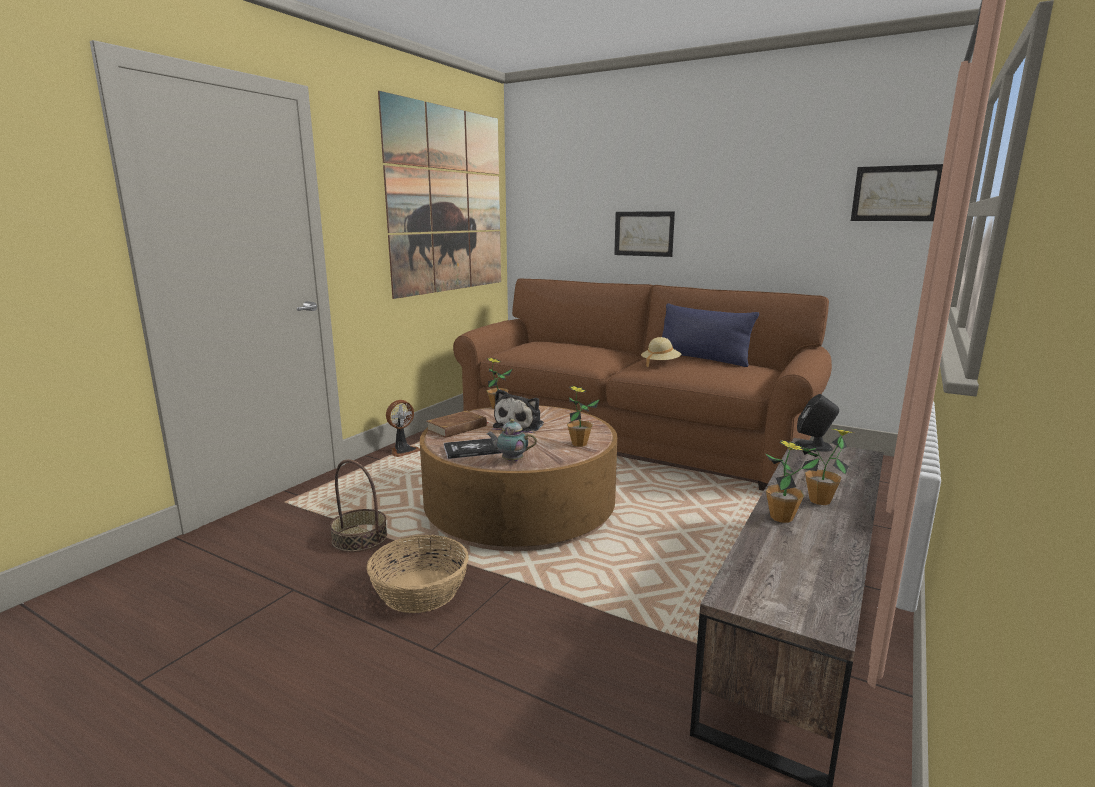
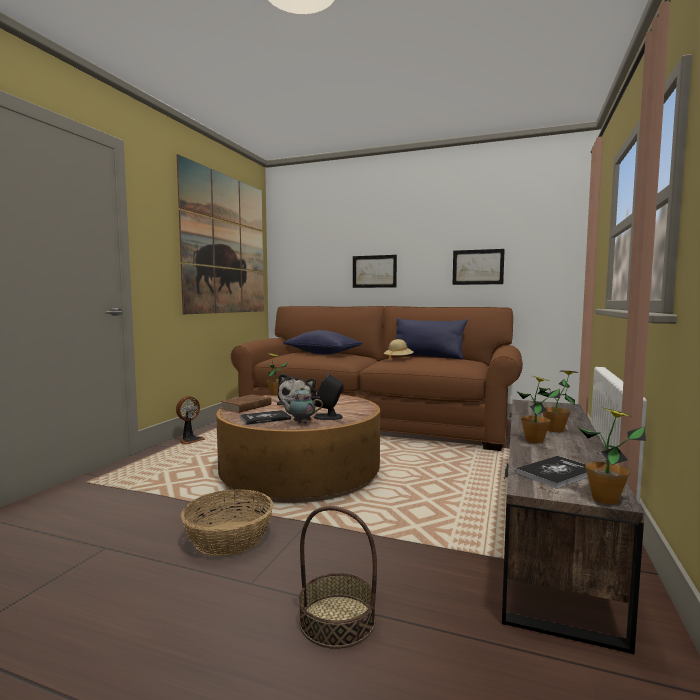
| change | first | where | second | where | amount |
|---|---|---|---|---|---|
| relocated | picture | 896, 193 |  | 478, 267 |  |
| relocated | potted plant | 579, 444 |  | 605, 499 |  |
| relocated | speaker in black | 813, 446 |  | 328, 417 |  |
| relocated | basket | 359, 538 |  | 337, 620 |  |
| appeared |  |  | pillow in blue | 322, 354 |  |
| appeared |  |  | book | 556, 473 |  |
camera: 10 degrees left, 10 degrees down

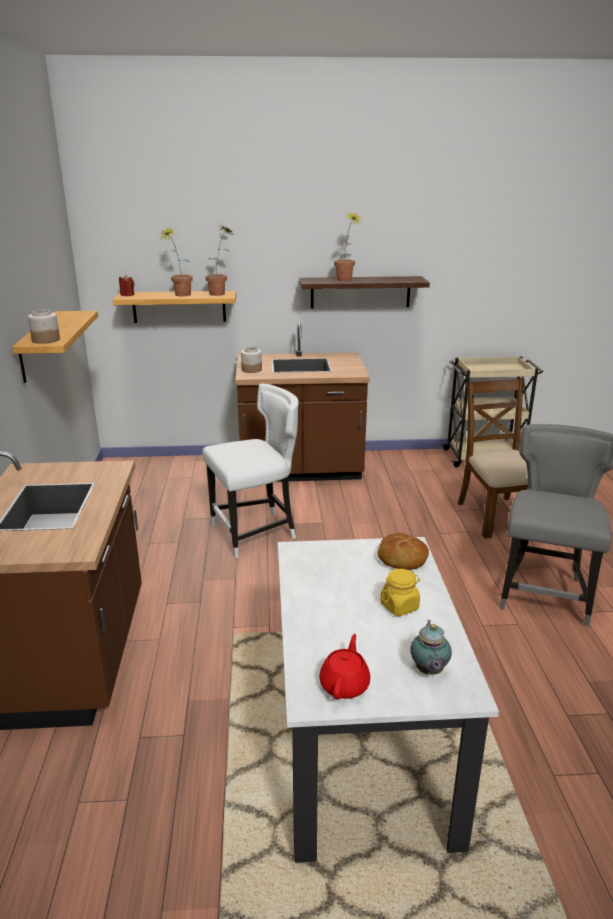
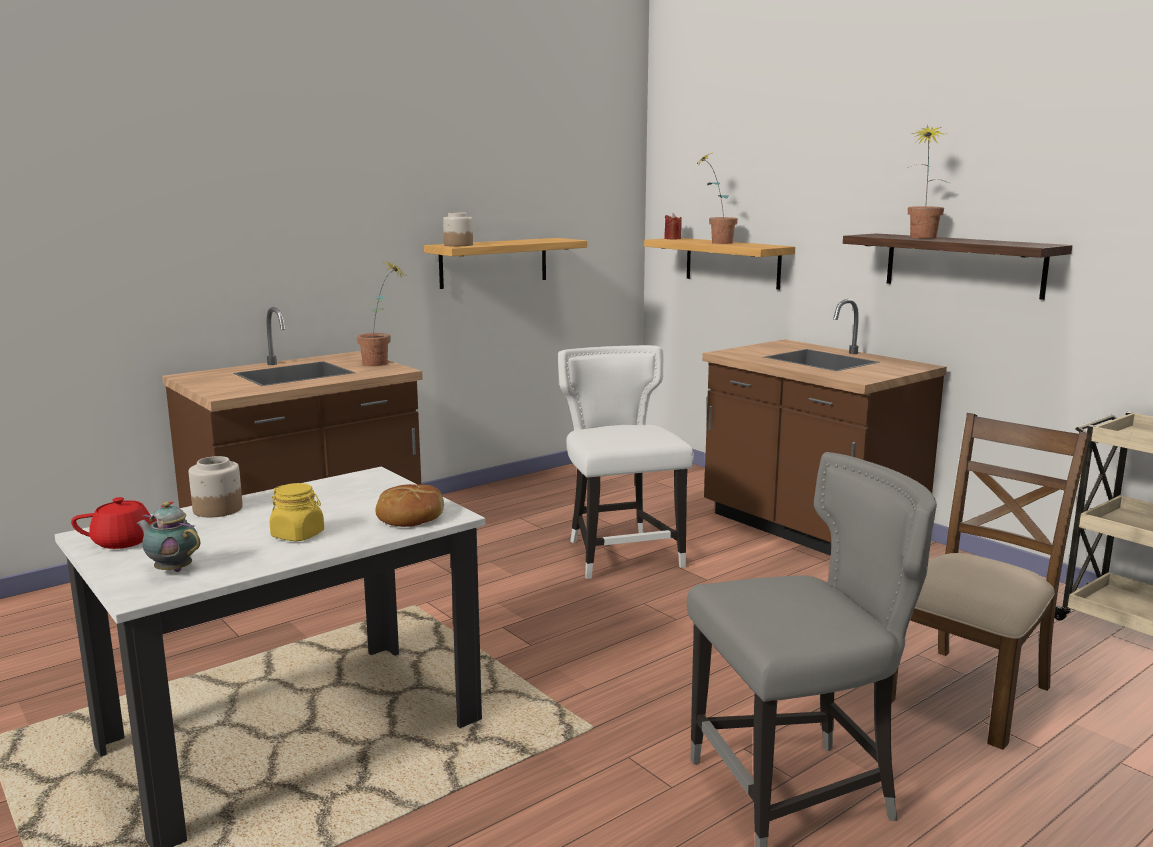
| change | first | where | second | where | amount |
|---|---|---|---|---|---|
| relocated | potted plant | 221, 293 |  | 382, 364 |  |
| relocated | jar | 251, 370 |  | 217, 509 |  |
| spun | chair in white | 256, 532 |  | 621, 554 | 135 degrees counterclockwise |
| spun | teapot | 428, 671 |  | 172, 570 | 60 degrees clockwise |
camera: 55 degrees right, 10 degrees down

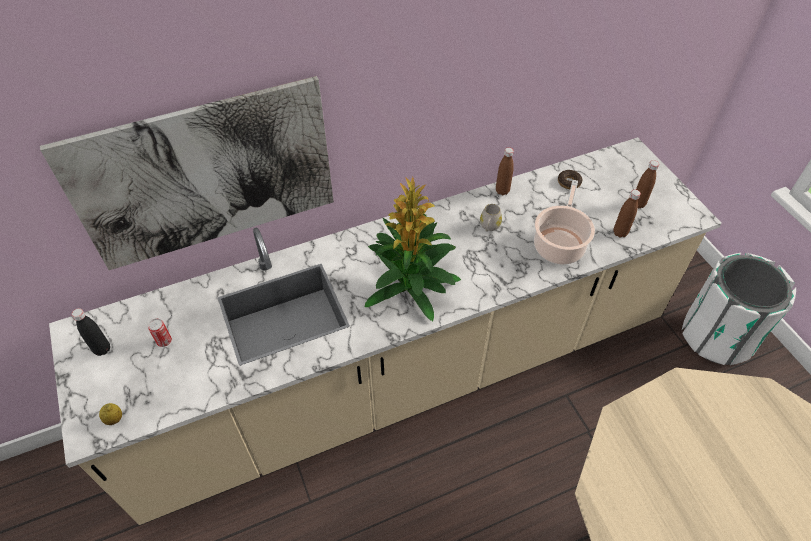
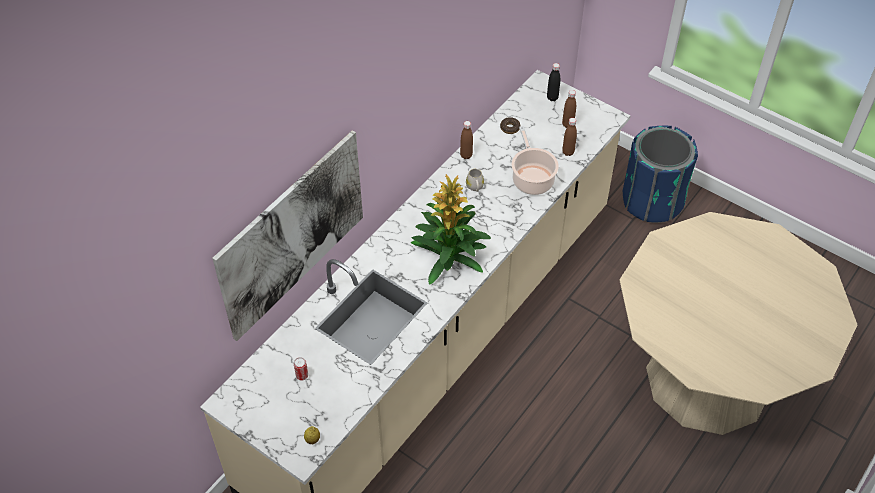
| change | first | where | second | where | amount |
|---|---|---|---|---|---|
| colour | trash can in white | 717, 336 | trash can in blue | 652, 201 |  |
| relocated | bottle in black | 102, 349 |  | 552, 98 |  |
camera: 30 degrees left, 0 degrees up

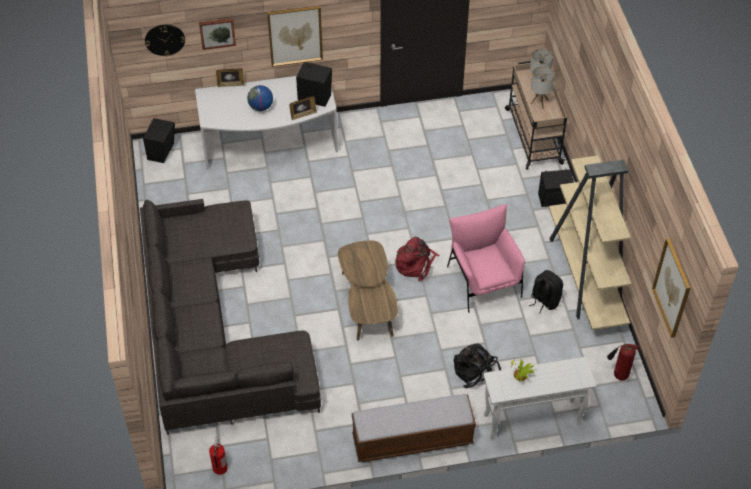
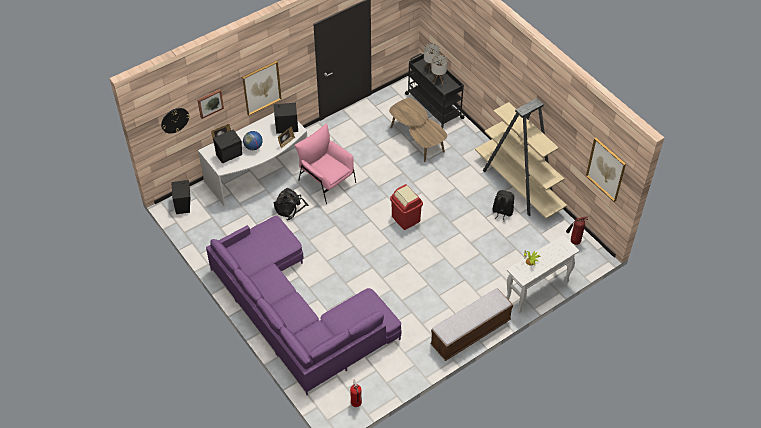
| change | first | where | second | where | amount |
|---|---|---|---|---|---|
| colour | cart in beige | 533, 135 | cart in black | 433, 106 |  |
| relocated | speaker in black | 555, 200 |  | 230, 155 |  |
| colour | sofa in grey | 214, 330 | sofa in purple | 296, 313 |  |
| relocated | armchair in pink | 483, 281 |  | 326, 181 |  |
| exchanged | backpack in red | 415, 264 | trash can in red | 406, 218 |  |
| relocated | coffee table in brown | 367, 302 |  | 417, 139 |  |
| relocated | backpack in black | 475, 370 |  | 290, 208 |  |
camera: 25 degrees left, 0 degrees up

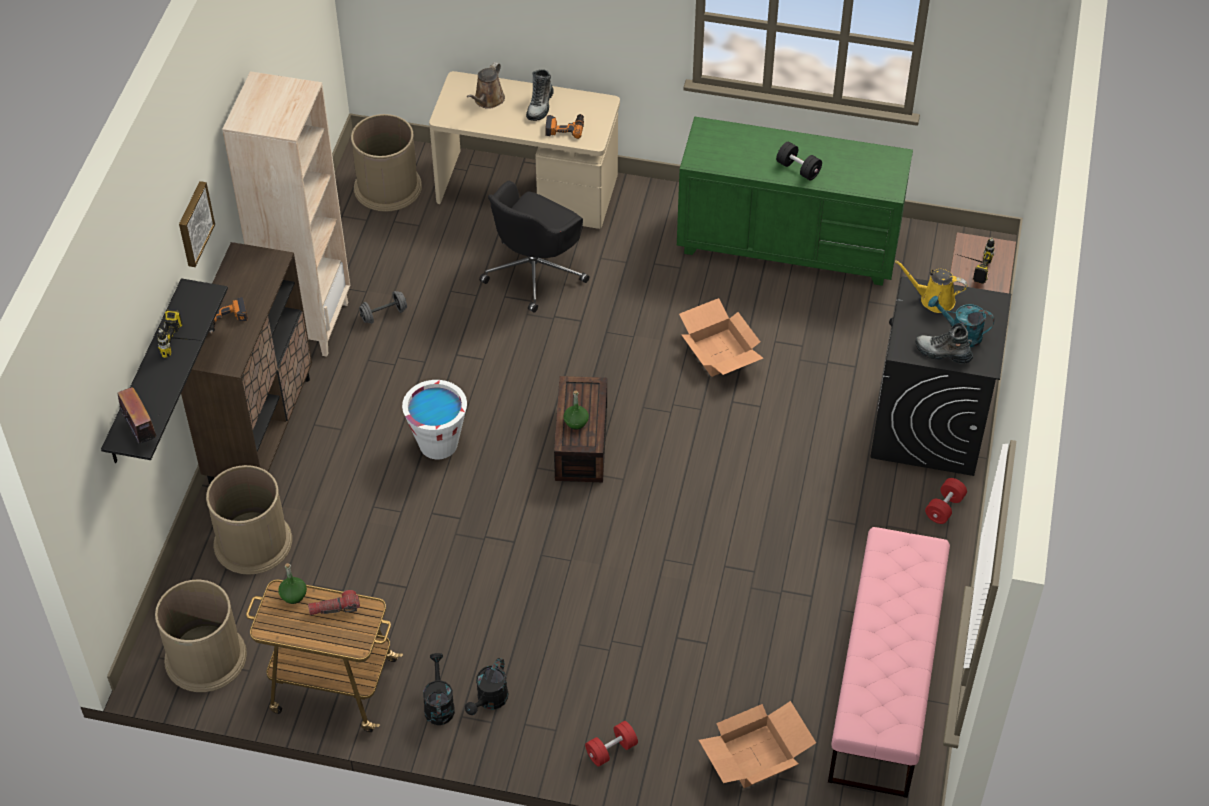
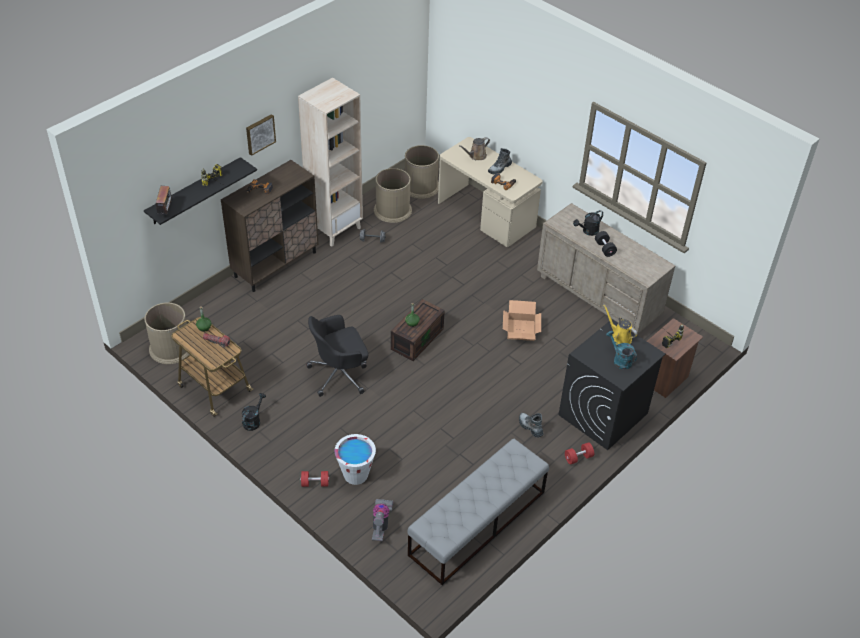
| change | first | where | second | where | amount |
|---|---|---|---|---|---|
| colour | dresser in green | 788, 245 | dresser in beige | 598, 296 |  |
| relocated | office chair in black | 535, 271 |  | 339, 374 |  |
| relocated | boot | 942, 353 |  | 530, 427 |  |
| relocated | bucket in white | 438, 444 |  | 355, 474 |  |
| relocated | trash can in brown | 253, 542 |  | 392, 210 |  |
| colour | bench in pink | 884, 681 | bench in grey | 477, 523 |  |
| relocated | watering can in black | 490, 701 |  | 588, 231 |  |
| exchanged | cardboard box | 755, 757 | vacuum cleaner | 381, 524 |  |
camera: 30 degrees right, 5 degrees down

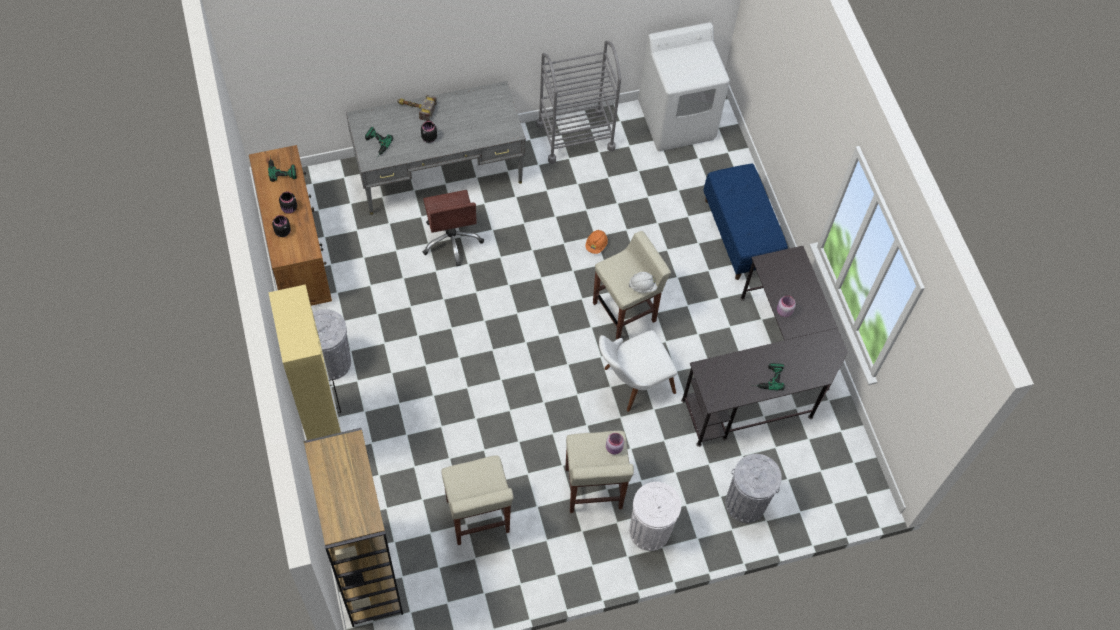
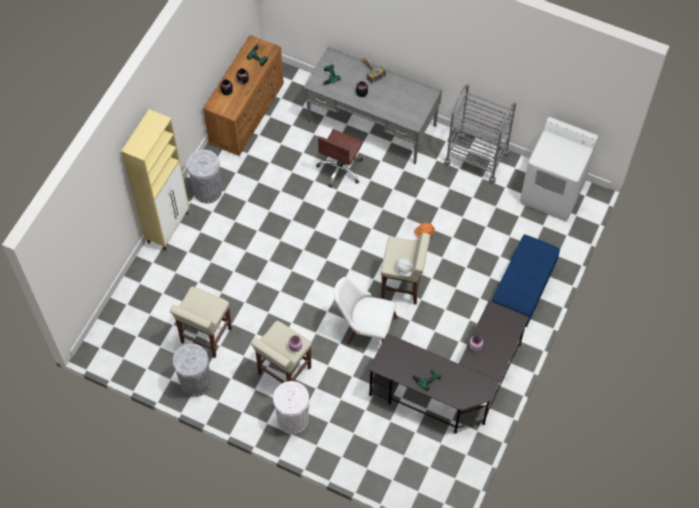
| change | first | where | second | where | amount |
|---|---|---|---|---|---|
| missing | bookcase in brown | 366, 572 |  |  |  |
| relocated | trash can in grey | 745, 503 |  | 196, 382 |  |
camera: 45 degrees right, 0 degrees up

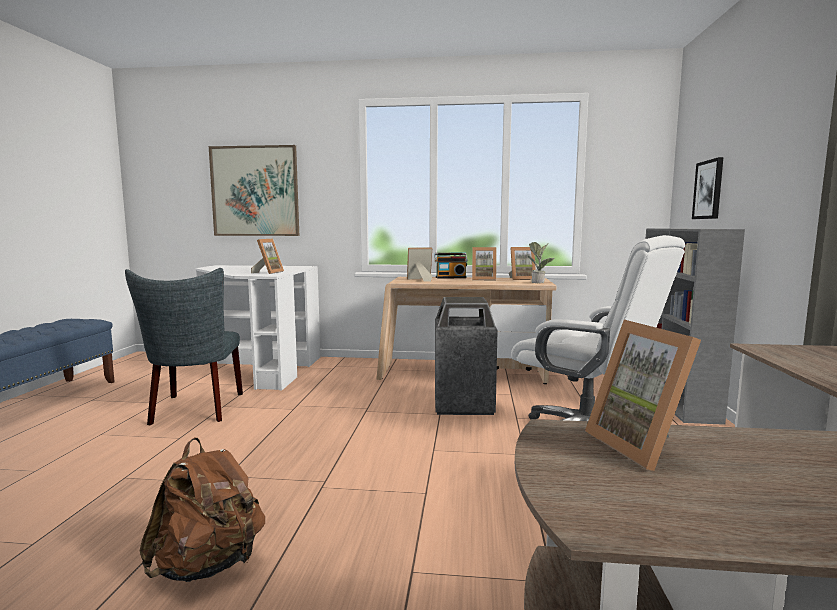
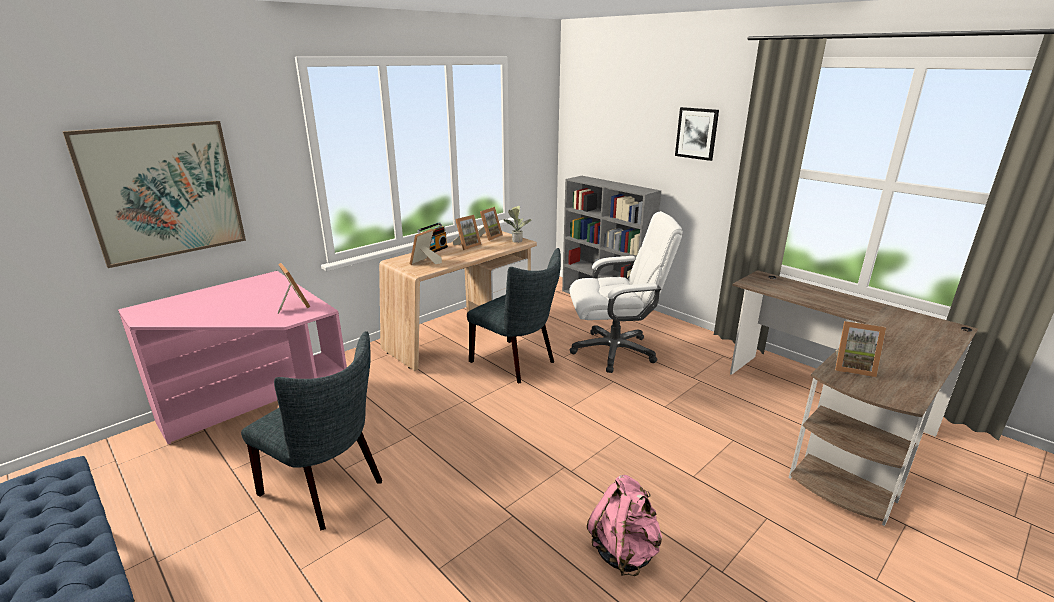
| change | first | where | second | where | amount |
|---|---|---|---|---|---|
| relocated | picture | 708, 189 |  | 697, 133 |  |
| colour | desk in white | 259, 367 | desk in pink | 261, 414 |  |
| exchanged | trash can | 462, 405 | chair in grey | 517, 363 |  |
| colour | backpack in brown | 208, 565 | backpack in pink | 624, 551 |  |
camera: 50 degrees left, 15 degrees up

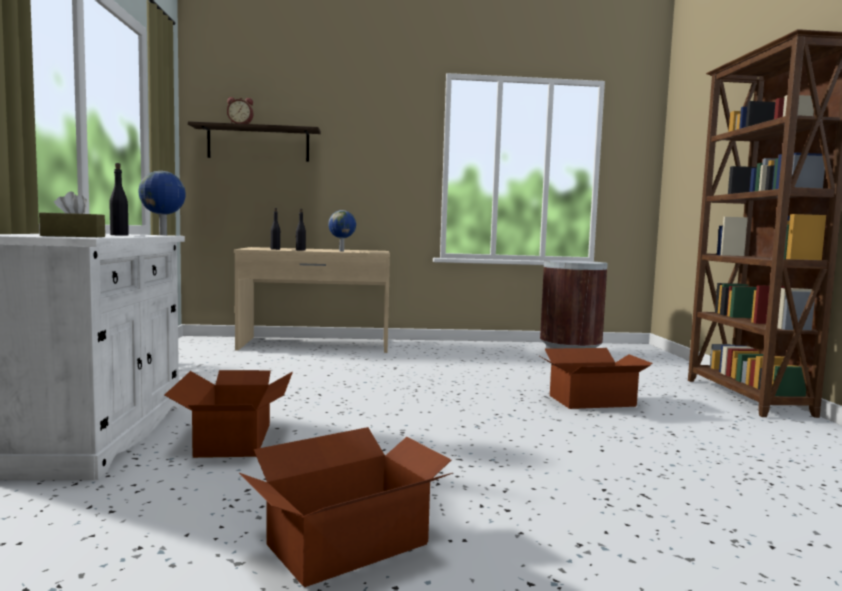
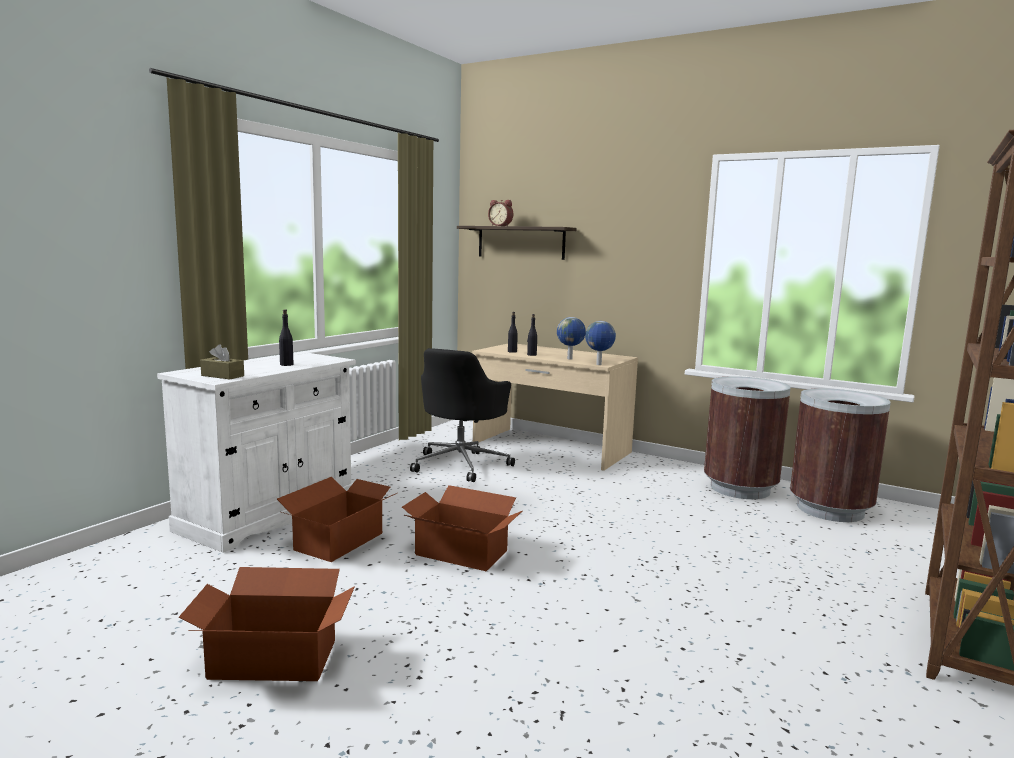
| change | first | where | second | where | amount |
|---|---|---|---|---|---|
| relocated | globe | 163, 235 |  | 599, 364 |  |
| relocated | cardboard box | 593, 401 |  | 461, 553 |  |
| appeared |  |  | office chair in black | 461, 464 |  |
| appeared |  |  | trash can in brown | 740, 488 |  |
camera: 35 degrees right, 5 degrees up

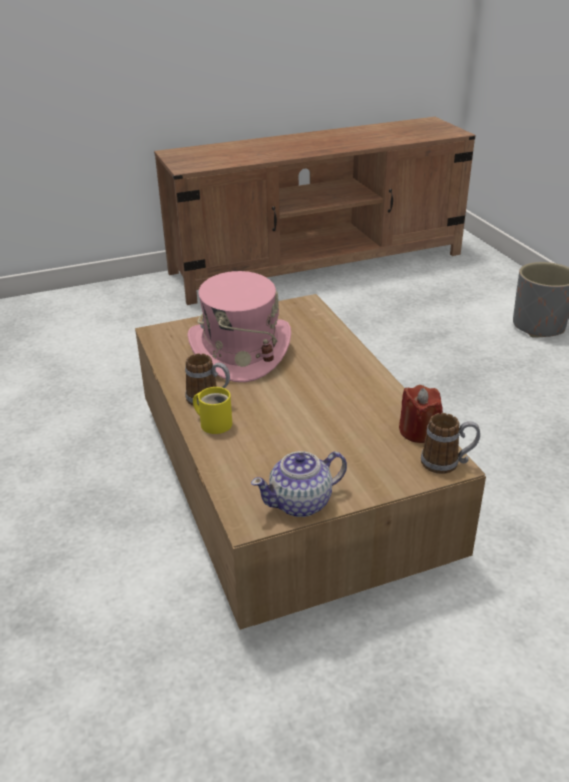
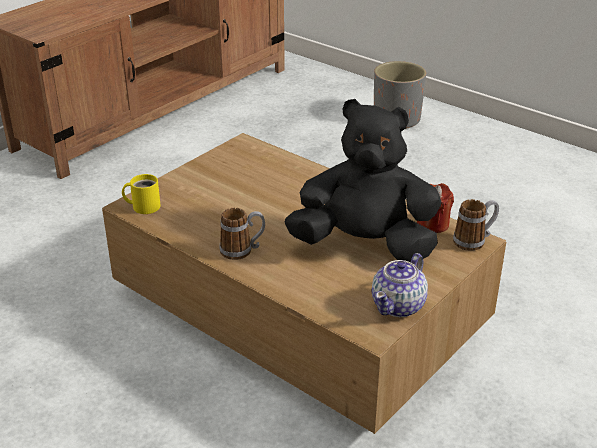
| change | first | where | second | where | amount |
|---|---|---|---|---|---|
| missing | hat in pink | 240, 351 |  |  |  |
| relocated | mug in yellow | 214, 423 |  | 144, 206 |  |
| appeared |  |  | plush toy in black | 365, 245 |  |
camera: 30 degrees left, 0 degrees up

